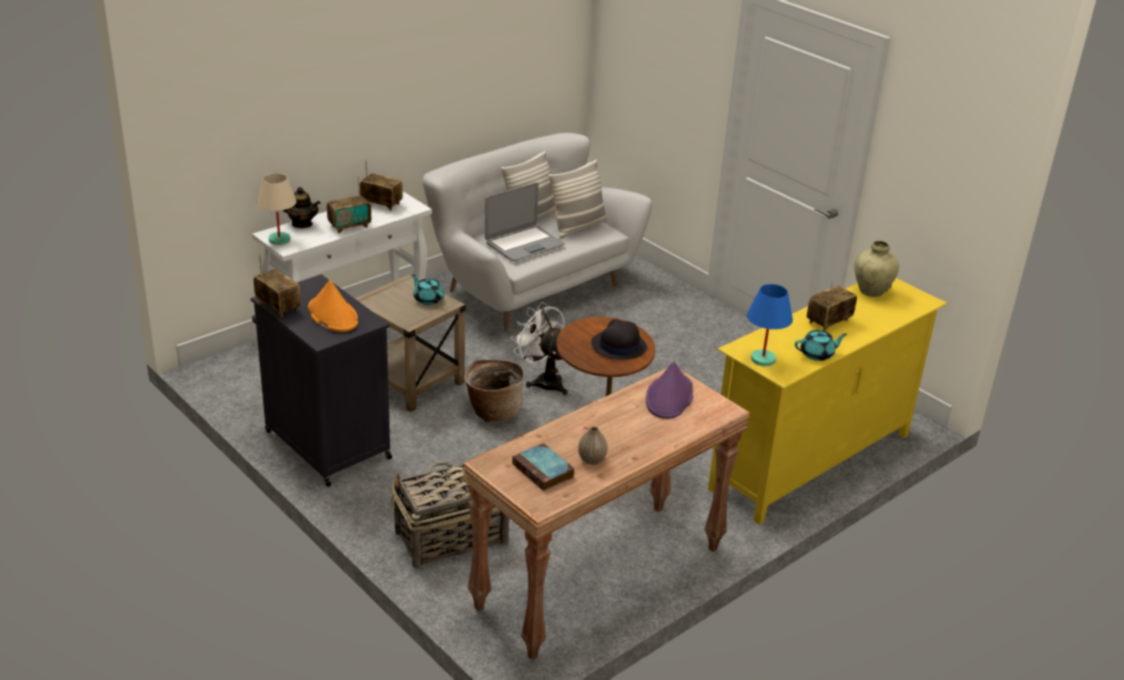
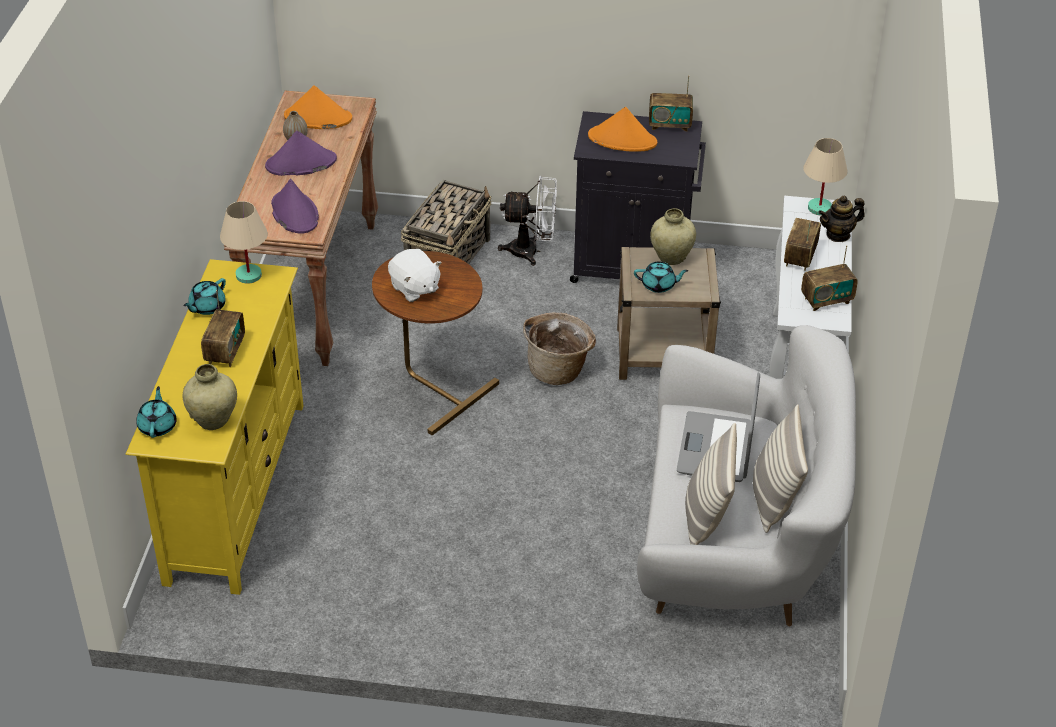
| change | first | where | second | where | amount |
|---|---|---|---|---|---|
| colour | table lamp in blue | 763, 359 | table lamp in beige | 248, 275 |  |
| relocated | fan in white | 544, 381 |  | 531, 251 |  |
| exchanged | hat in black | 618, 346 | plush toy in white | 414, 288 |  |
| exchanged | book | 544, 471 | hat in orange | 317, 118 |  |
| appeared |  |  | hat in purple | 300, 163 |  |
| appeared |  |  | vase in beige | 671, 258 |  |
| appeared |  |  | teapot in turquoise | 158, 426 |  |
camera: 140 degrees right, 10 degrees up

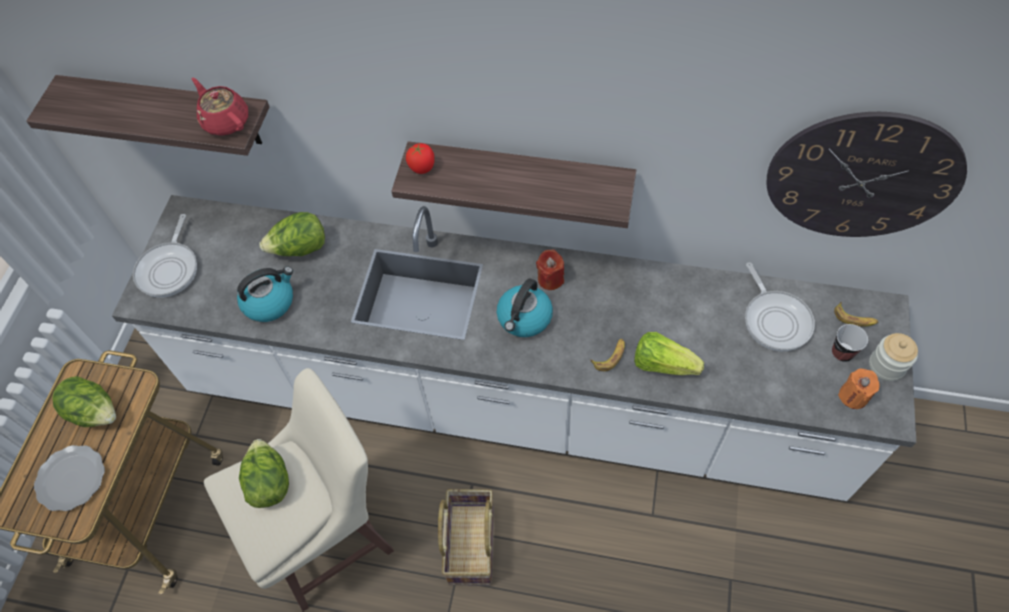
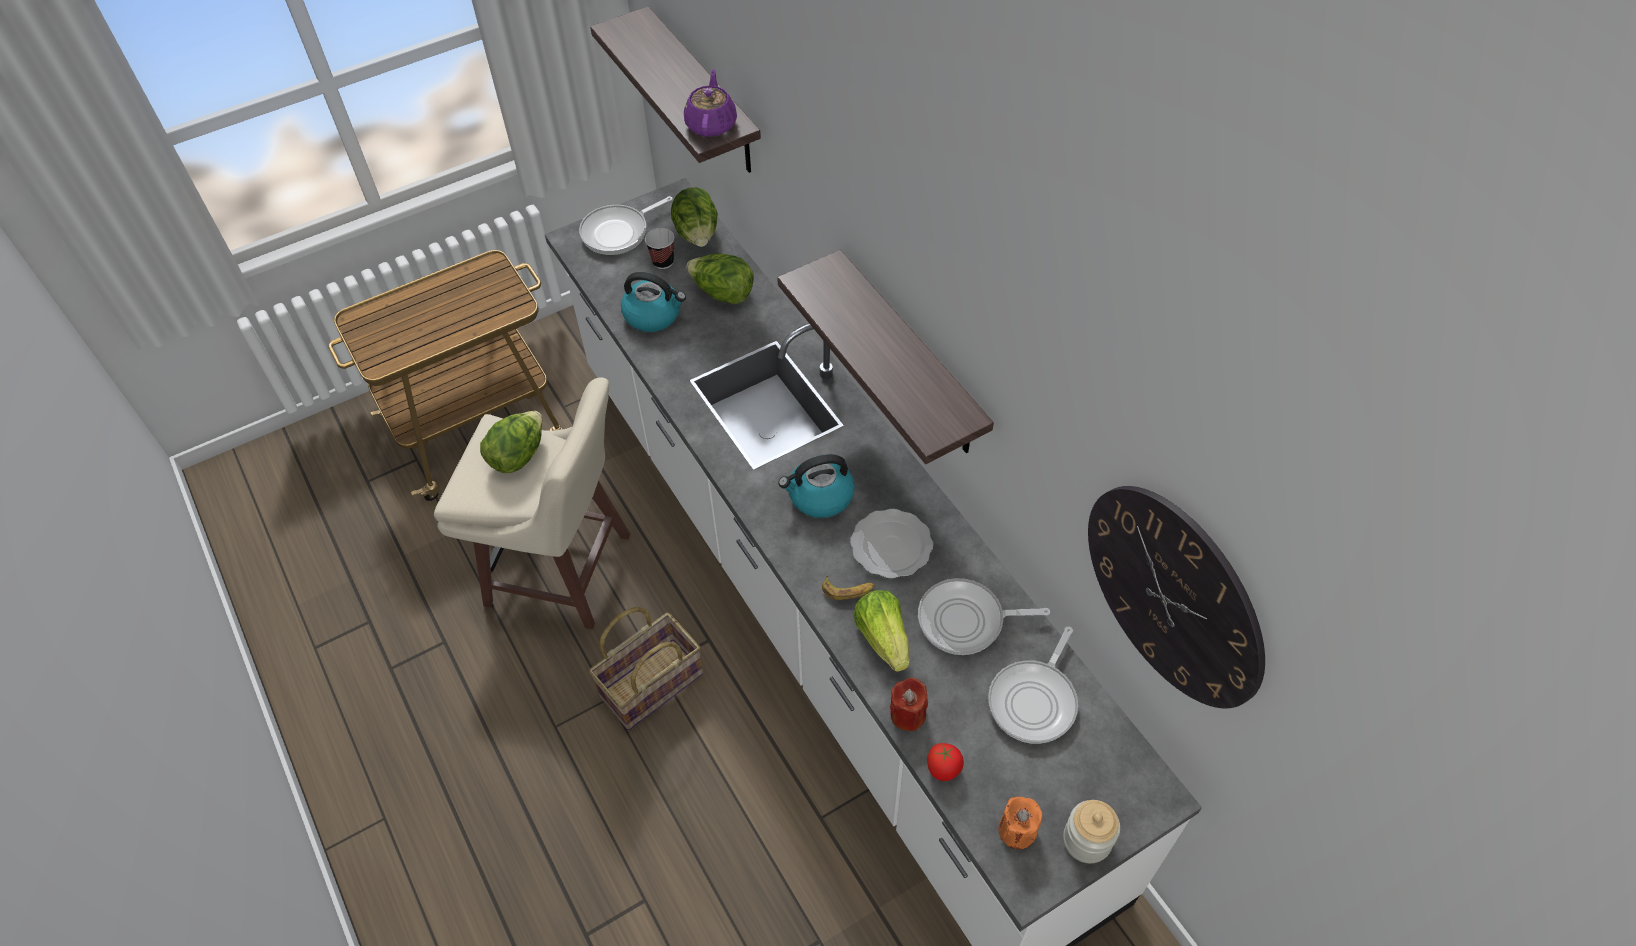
| change | first | where | second | where | amount |
|---|---|---|---|---|---|
| colour | teapot in red | 225, 121 | teapot in purple | 711, 124 |  |
| relocated | tomato | 422, 167 |  | 944, 768 |  |
| relocated | candle in red | 550, 279 |  | 908, 714 |  |
| missing | banana | 854, 318 |  |  |  |
| relocated | cup | 842, 353 |  | 663, 262 |  |
| relocated | lettuce | 95, 412 |  | 697, 235 |  |
| relocated | plate | 70, 478 |  | 890, 544 |  |
| appeared |  |  | frying pan | 966, 621 |  |
camera: 45 degrees right, 5 degrees down

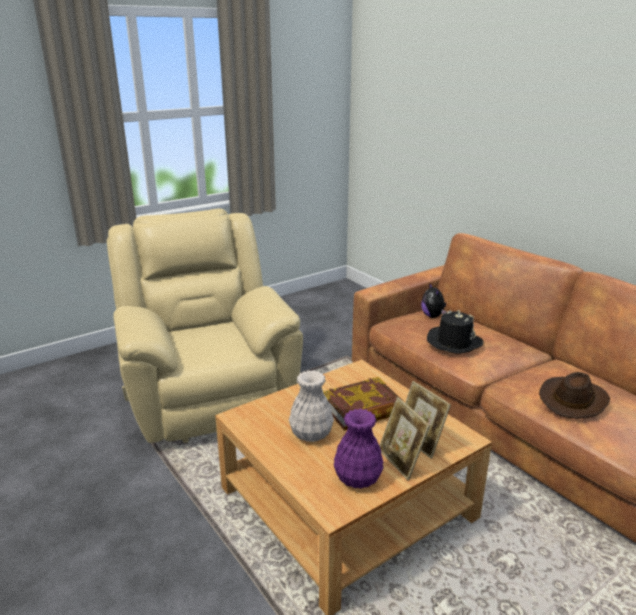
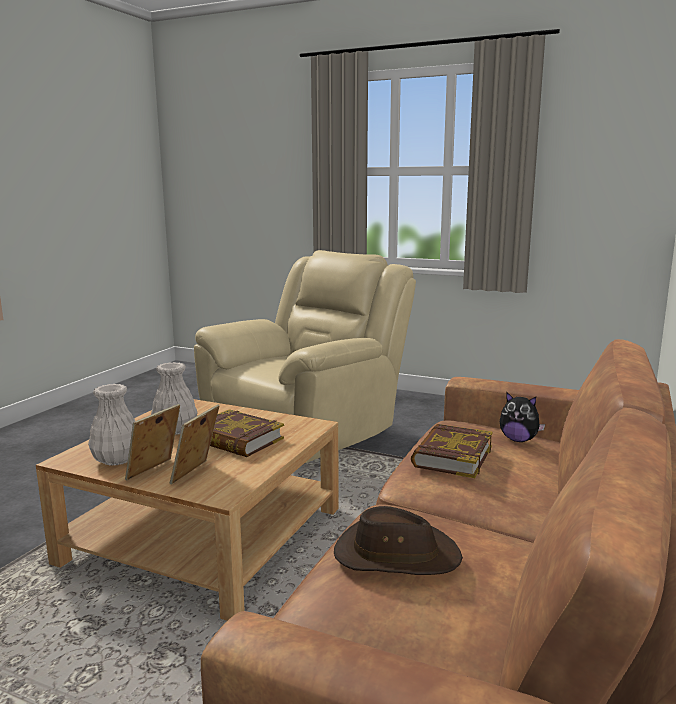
| change | first | where | second | where | amount |
|---|---|---|---|---|---|
| spun | plush toy | 433, 316 |  | 518, 440 | 105 degrees counterclockwise |
| exchanged | hat in black | 454, 342 | book | 452, 456 |  |
| colour | vase in purple | 358, 478 | vase in white | 117, 460 |  |
camera: 60 degrees right, 10 degrees down

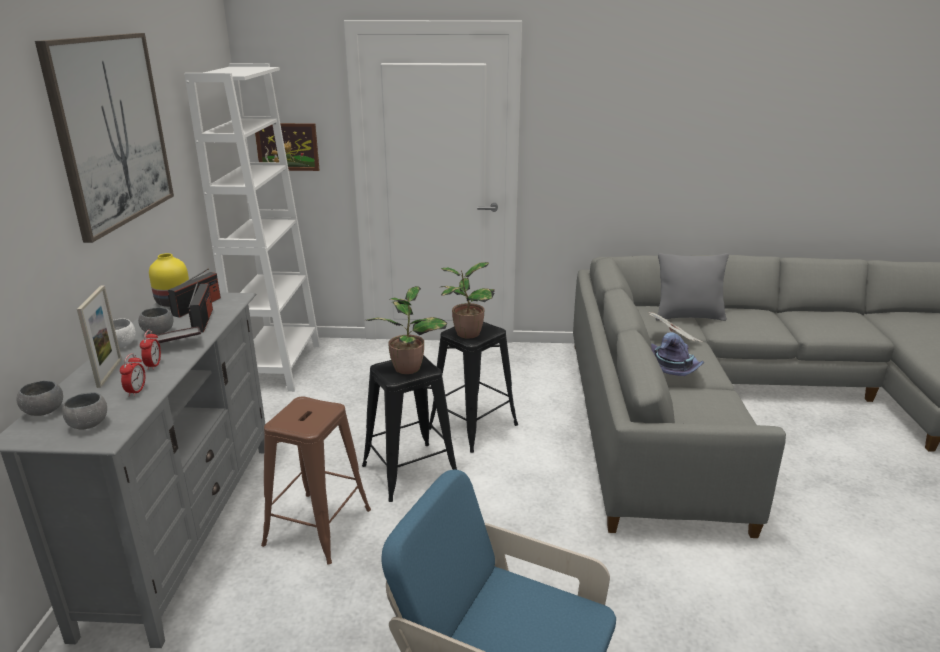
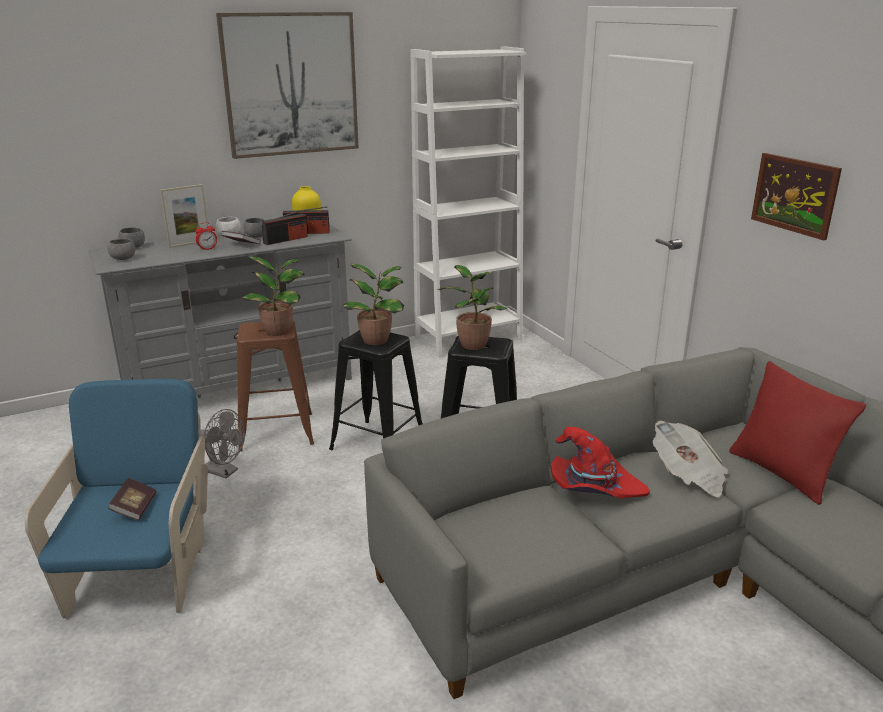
| change | first | where | second | where | amount |
|---|---|---|---|---|---|
| relocated | picture | 287, 146 |  | 794, 195 |  |
| colour | pillow in grey | 688, 317 | pillow in red | 782, 473 |  |
| colour | hat in purple | 672, 370 | hat in red | 594, 486 |  |
| missing | alarm clock | 136, 391 |  |  |  |
| appeared |  |  | potted plant | 279, 331 |  |
| appeared |  |  | fan in grey | 224, 472 |  |
| appeared |  |  | book | 135, 508 |  |
camera: 60 degrees right, 0 degrees up

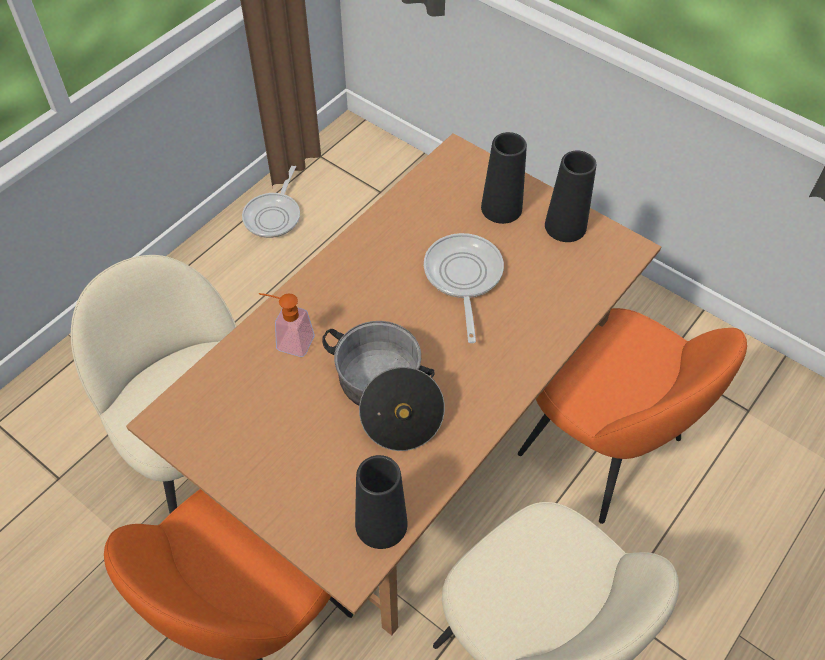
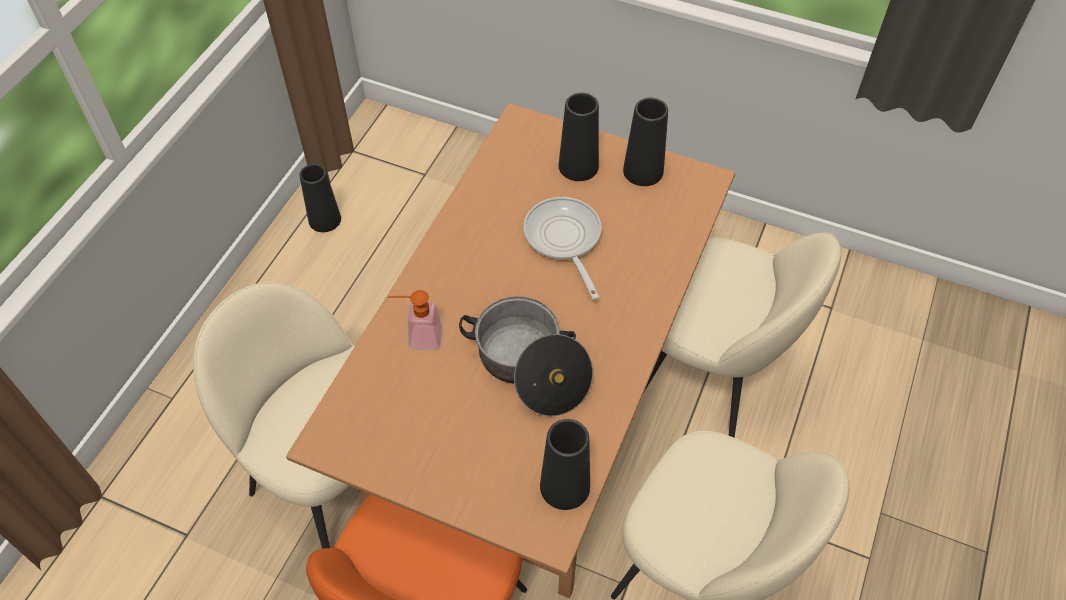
| change | first | where | second | where | amount |
|---|---|---|---|---|---|
| exchanged | frying pan | 274, 215 | vase in black | 324, 219 |  |
| colour | chair in orange | 604, 449 | chair in beige | 713, 374 |  |
camera: 15 degrees left, 0 degrees up

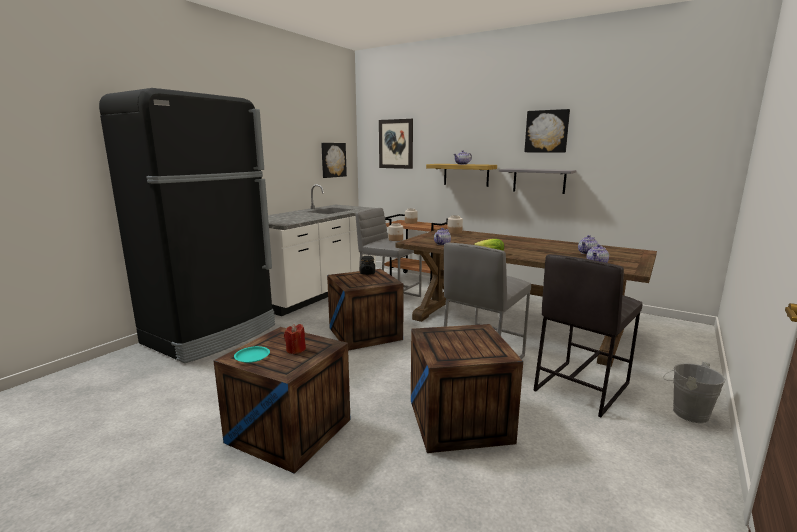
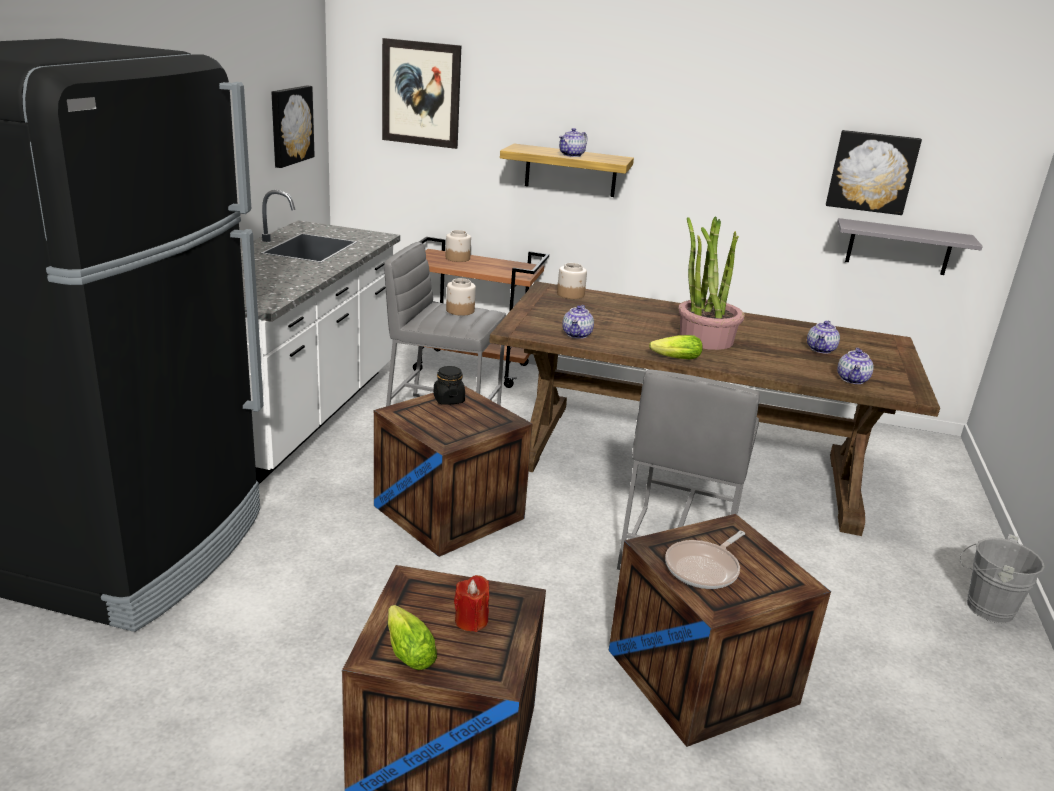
| change | first | where | second | where | amount |
|---|---|---|---|---|---|
| relocated | picture | 547, 131 |  | 871, 172 |  |
| relocated | shelf in grey | 539, 181 |  | 899, 247 |  |
| missing | stool in grey | 580, 387 |  |  |  |
| exchanged | plate in turquoise | 252, 357 | lettuce | 407, 650 |  |
| appeared |  |  | potted plant | 705, 339 |  |
| appeared |  |  | frying pan | 704, 568 |  |
camera: 20 degrees left, 10 degrees up

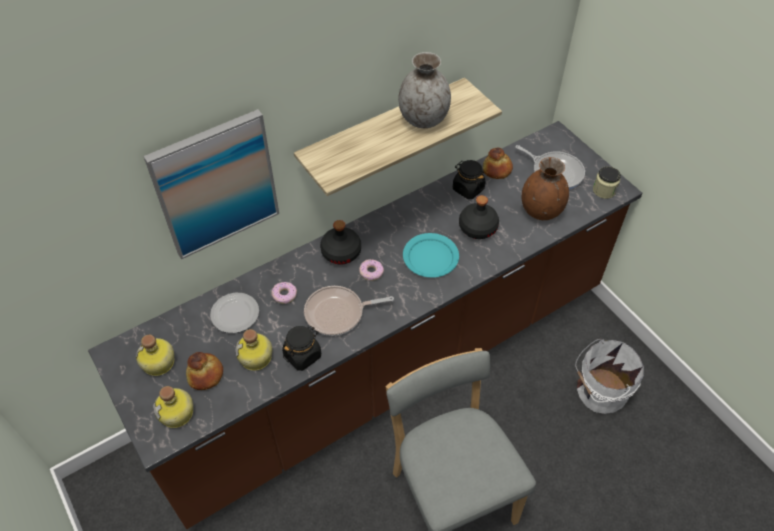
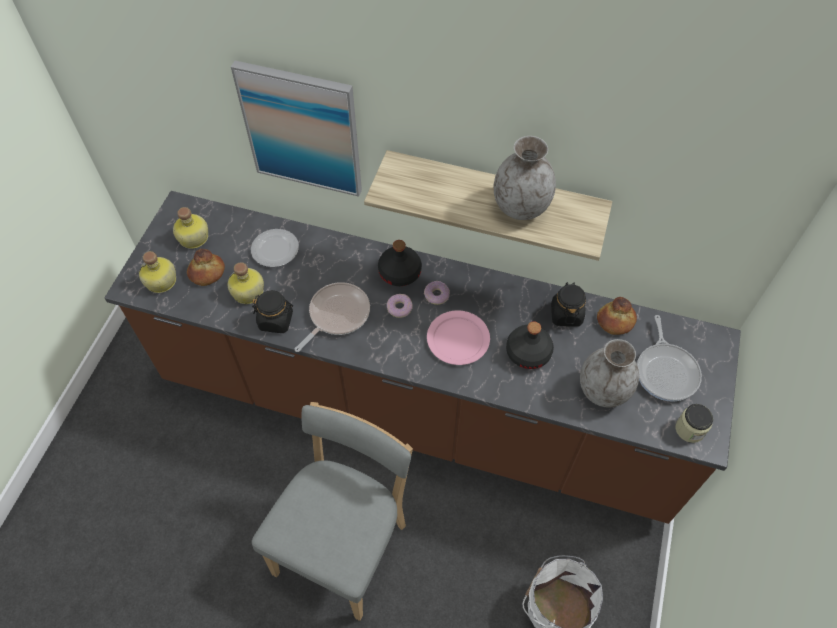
| change | first | where | second | where | amount |
|---|---|---|---|---|---|
| colour | vase in brown | 541, 210 | vase in grey | 603, 391 |  |
| colour | plate in turquoise | 430, 256 | plate in pink | 458, 339 |  |
| relocated | donut | 284, 295 |  | 436, 295 |  |
| spun | frying pan | 338, 313 |  | 336, 315 | 90 degrees clockwise |
camera: 50 degrees right, 5 degrees up

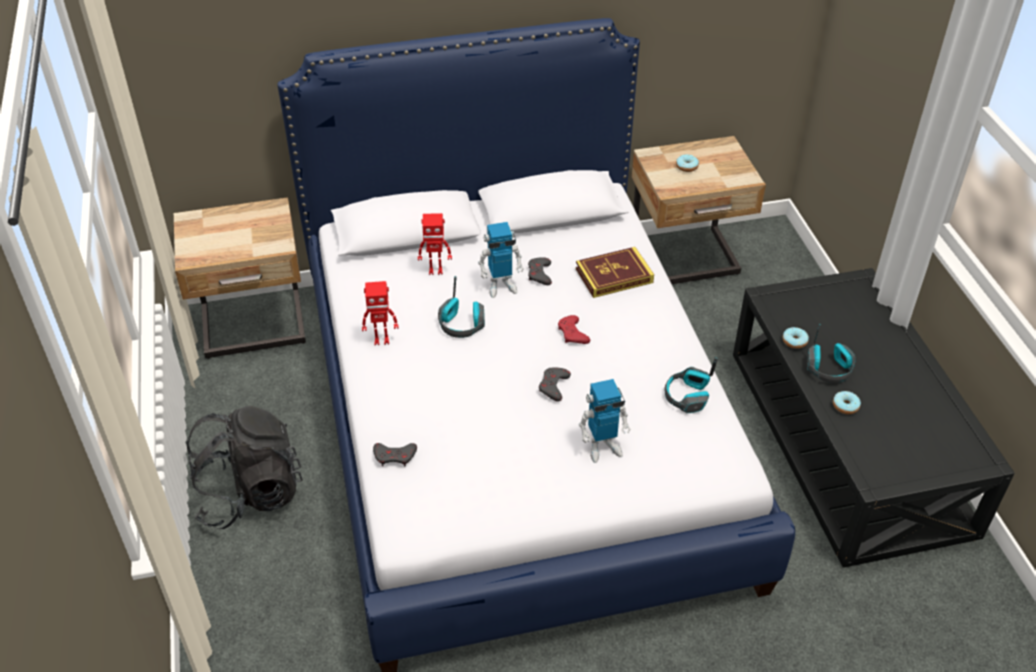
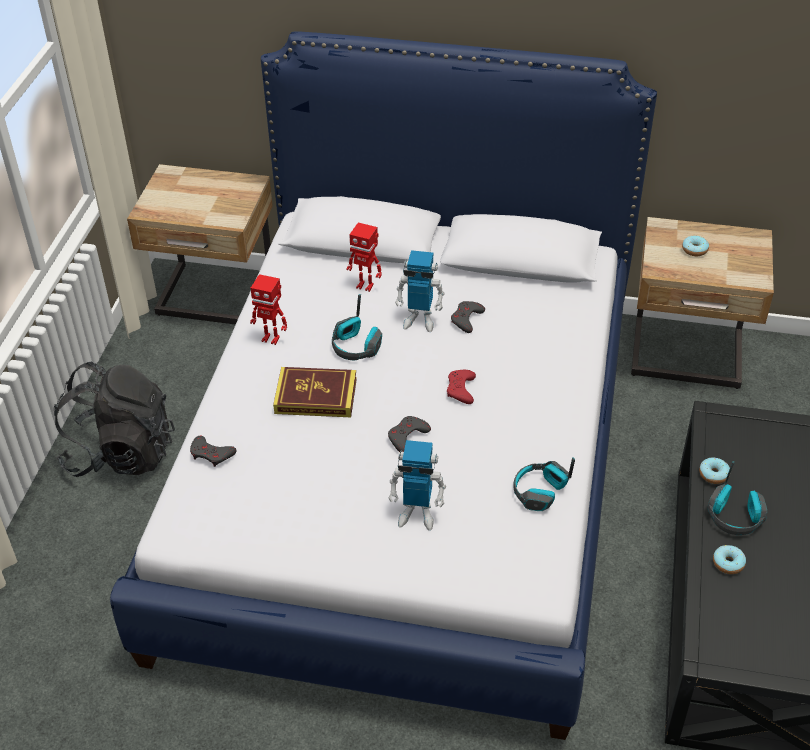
| change | first | where | second | where | amount |
|---|---|---|---|---|---|
| relocated | book | 614, 276 |  | 316, 396 |  |
camera: 25 degrees right, 0 degrees up

